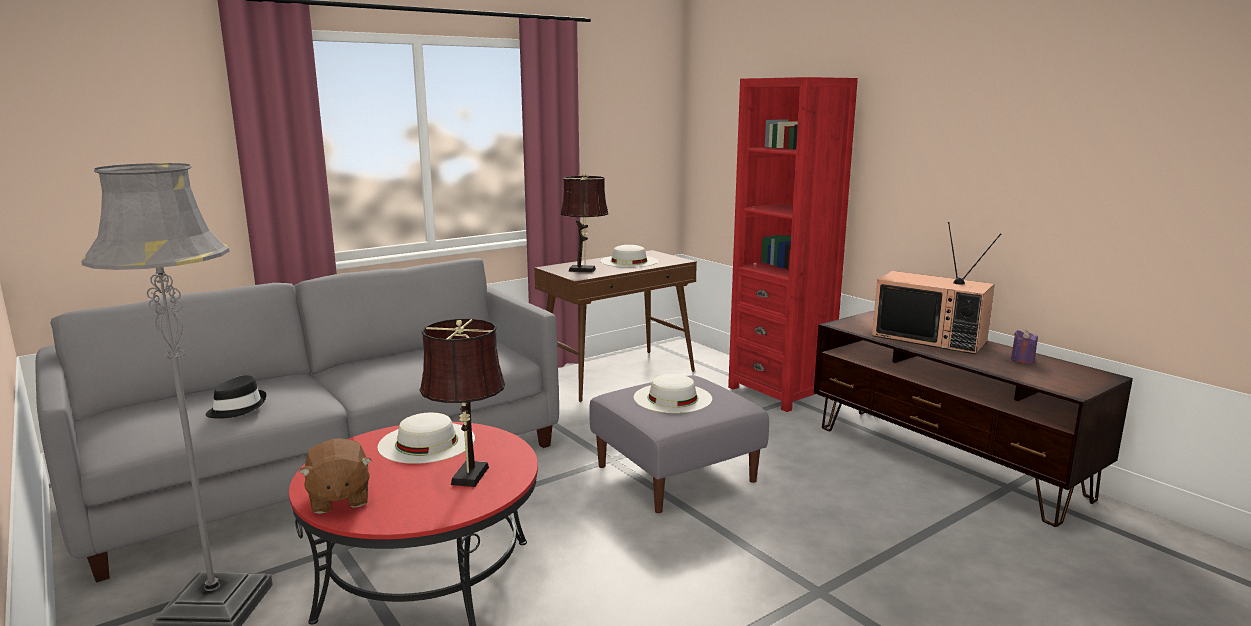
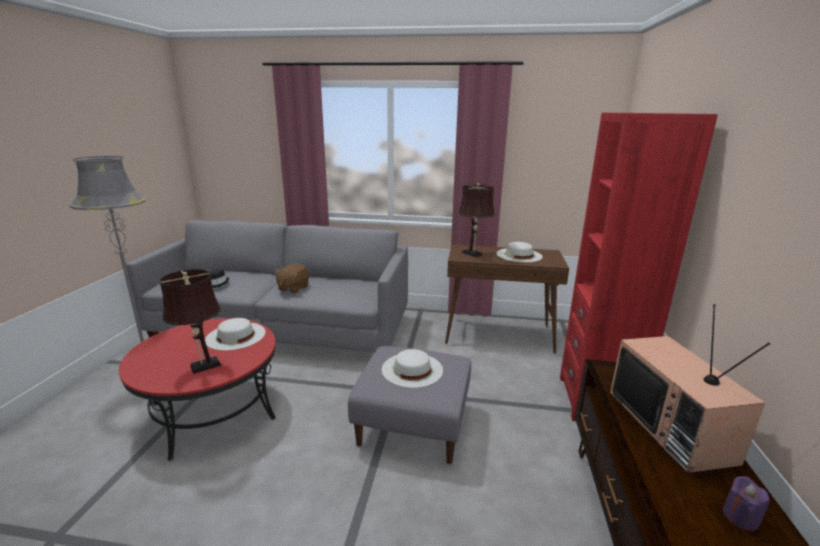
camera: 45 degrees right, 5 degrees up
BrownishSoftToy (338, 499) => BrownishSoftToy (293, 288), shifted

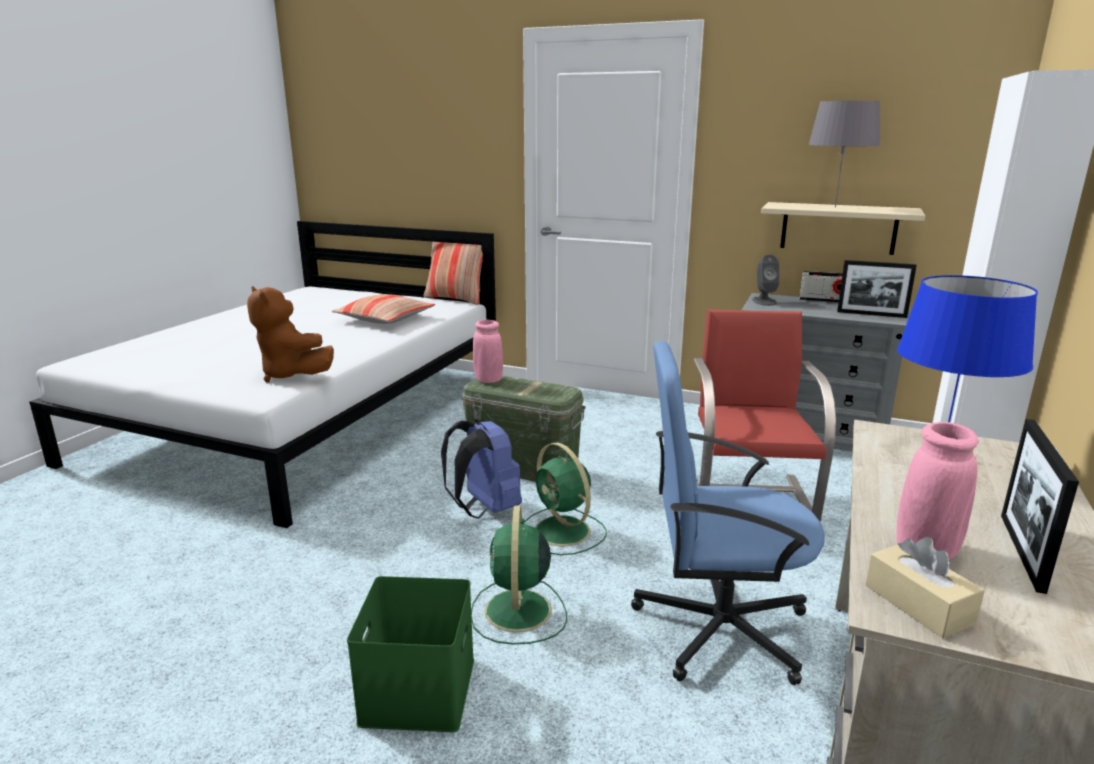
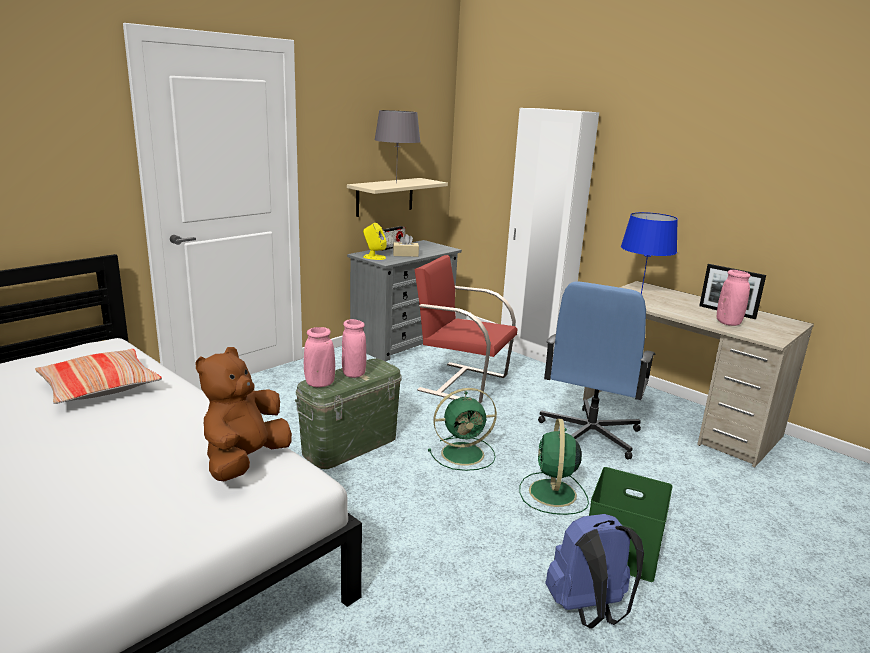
camera: 70 degrees left, 0 degrees up
BrownishSoftToy (292, 375) => BrownishSoftToy (245, 461), 135 degrees clockwise
nothing => PinkDecorativeVase (353, 374)
GreyishAudioSpeaker (764, 301) => YellowishAudioSpeaker (374, 257)
SandColouredBoxOfTissues (918, 604) => SandColouredBoxOfTissues (405, 254), shifted
GreenishCoolingFan (518, 612) => GreenishCoolingFan (552, 494), 75 degrees clockwise
BluishKnapsack (485, 509) => BluishKnapsack (589, 611), shifted
ThrowPillow (456, 299) => nothing
PhotoFrame (871, 314) => nothing

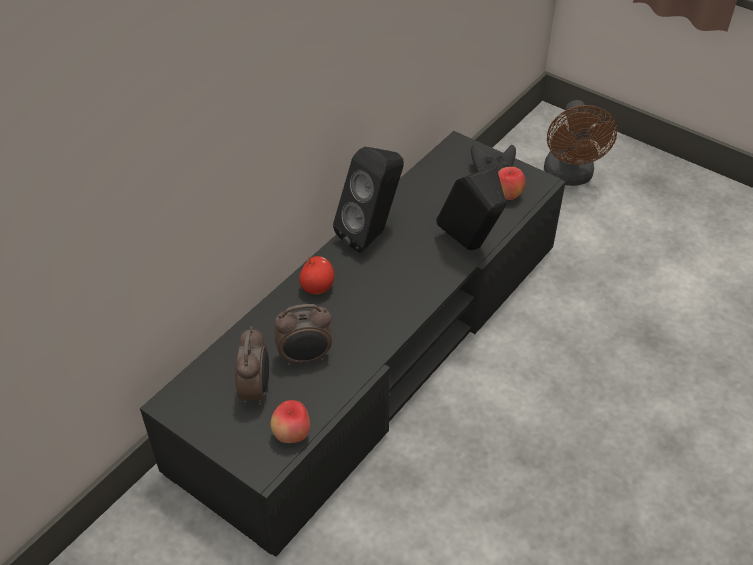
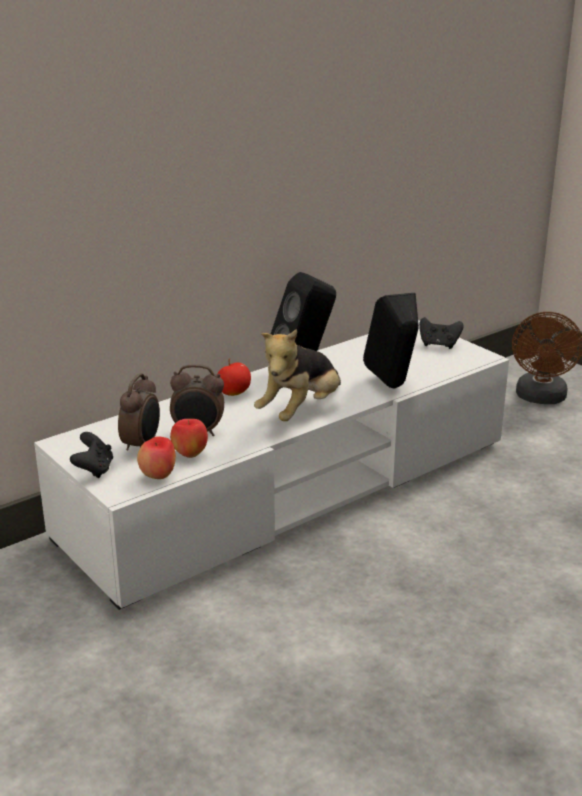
camera: 15 degrees right, 20 degrees down
BlackColouredMediaConsole (376, 351) => WhiteMediaConsole (291, 488)
nothing => BlackColouredGameController (94, 470)
WholeApple (507, 196) => WholeApple (190, 454), shifted
nothing => SoftToy (301, 411)

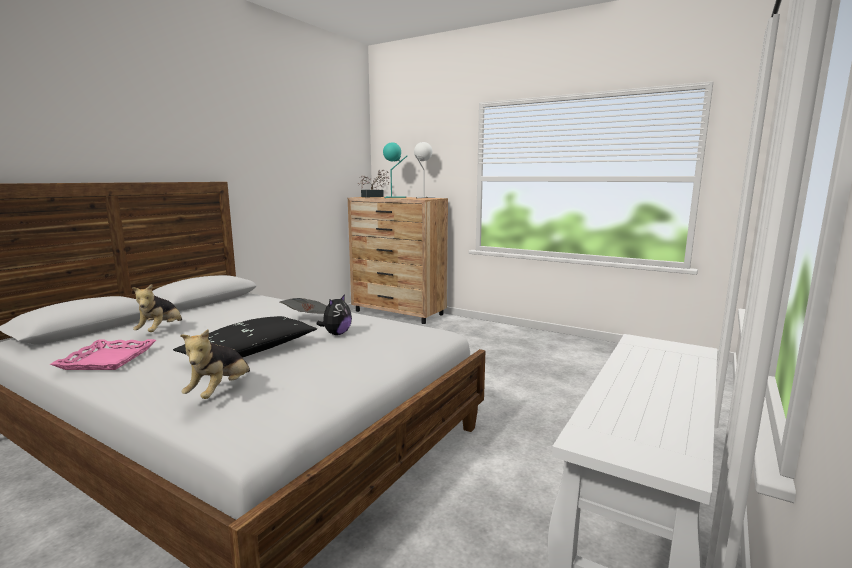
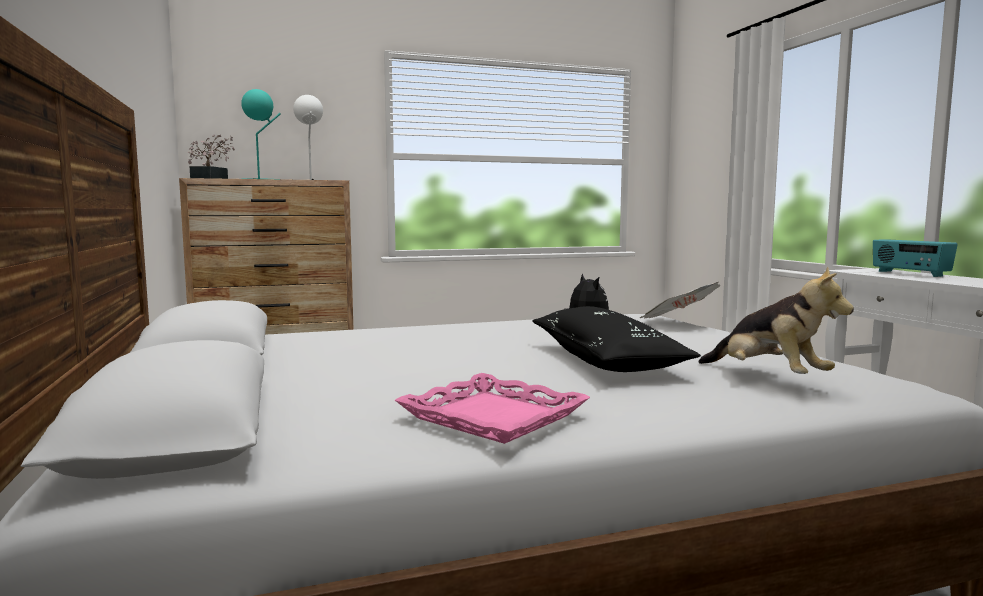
camera: 50 degrees left, 5 degrees down
Newspaper (309, 320) => Newspaper (678, 323), shifted
nothing => RadioSet (909, 274)
SoftToy (161, 331) => nothing

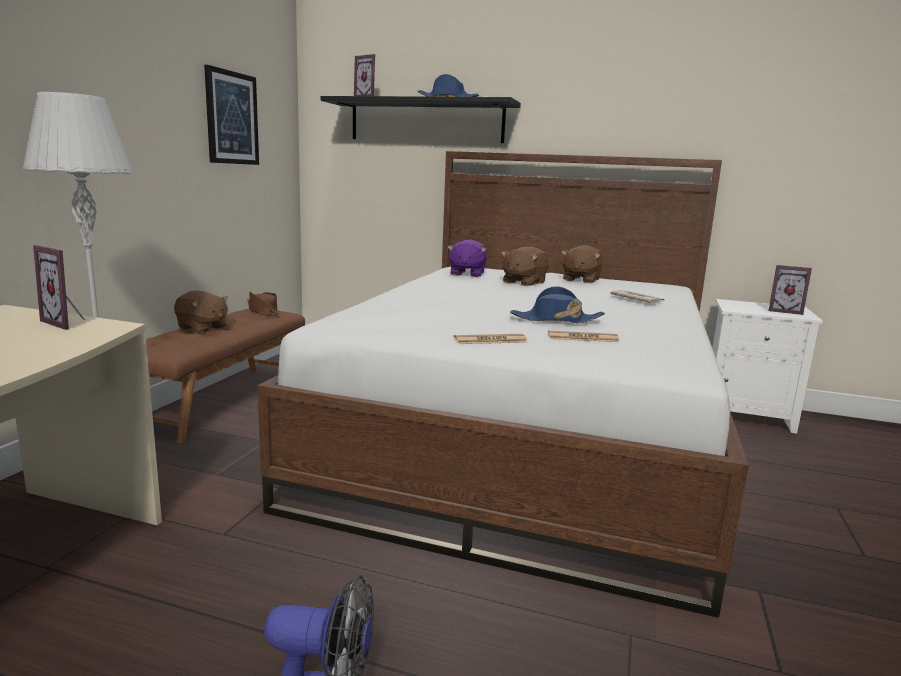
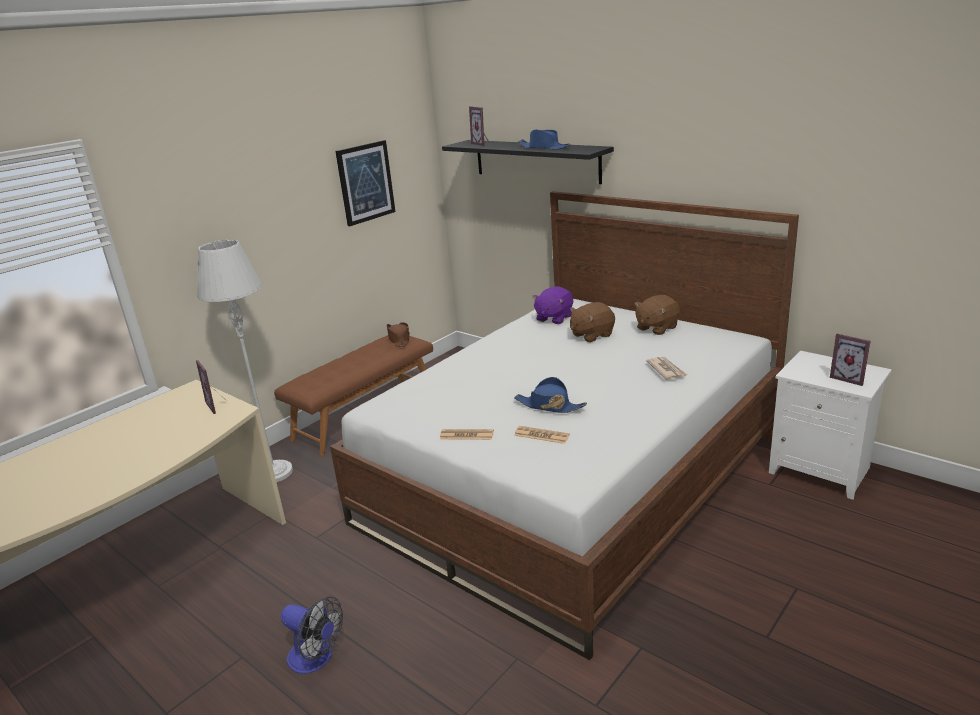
camera: 25 degrees right, 10 degrees up
BrownishSoftToy (202, 328) => nothing

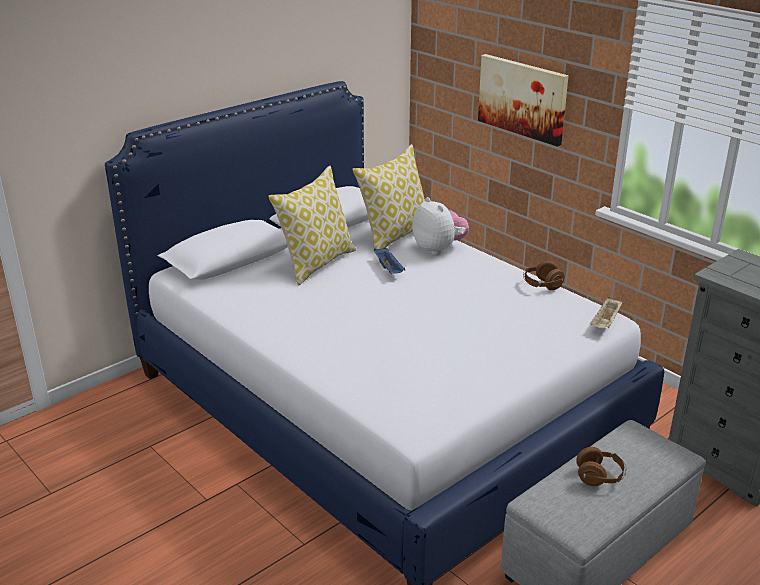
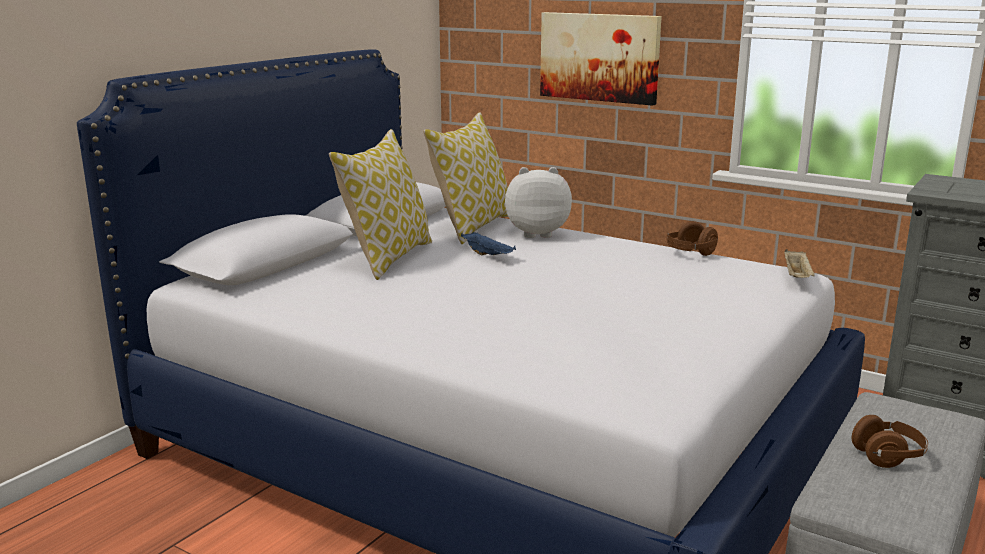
camera: 15 degrees left, 10 degrees down
SoftToy (439, 249) => SoftToy (537, 233), 45 degrees counterclockwise

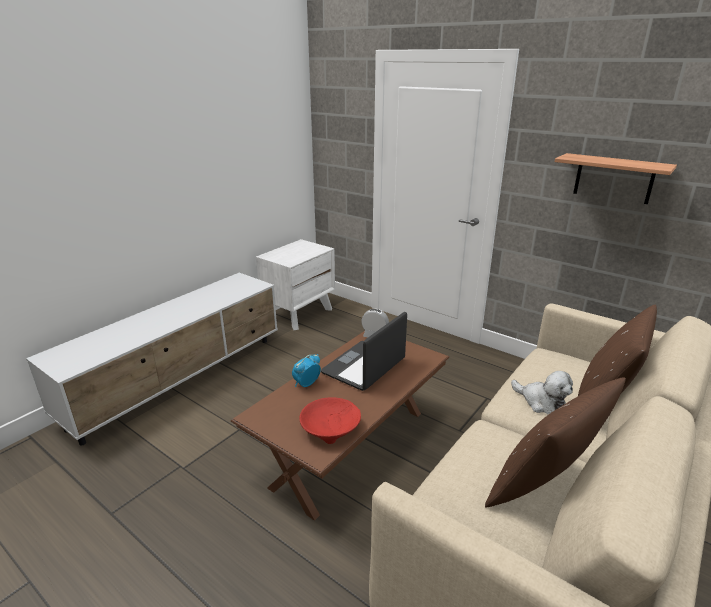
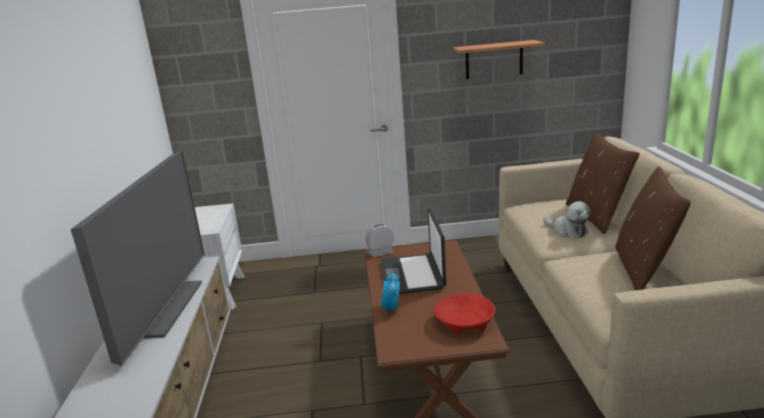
camera: 40 degrees left, 5 degrees down
nothing => Tv (161, 308)
SoftToy (541, 402) => SoftToy (567, 231), 45 degrees clockwise

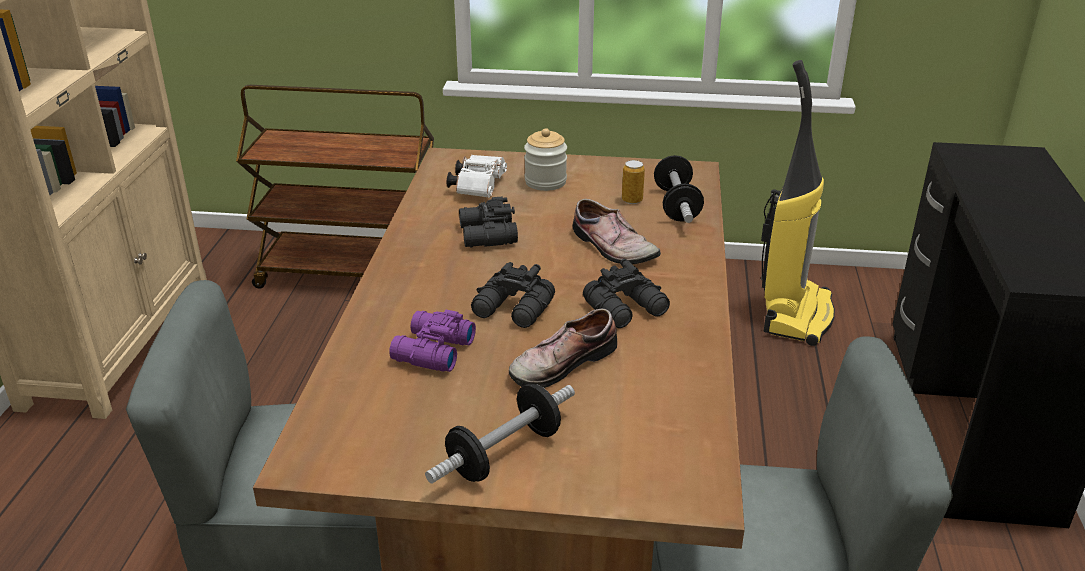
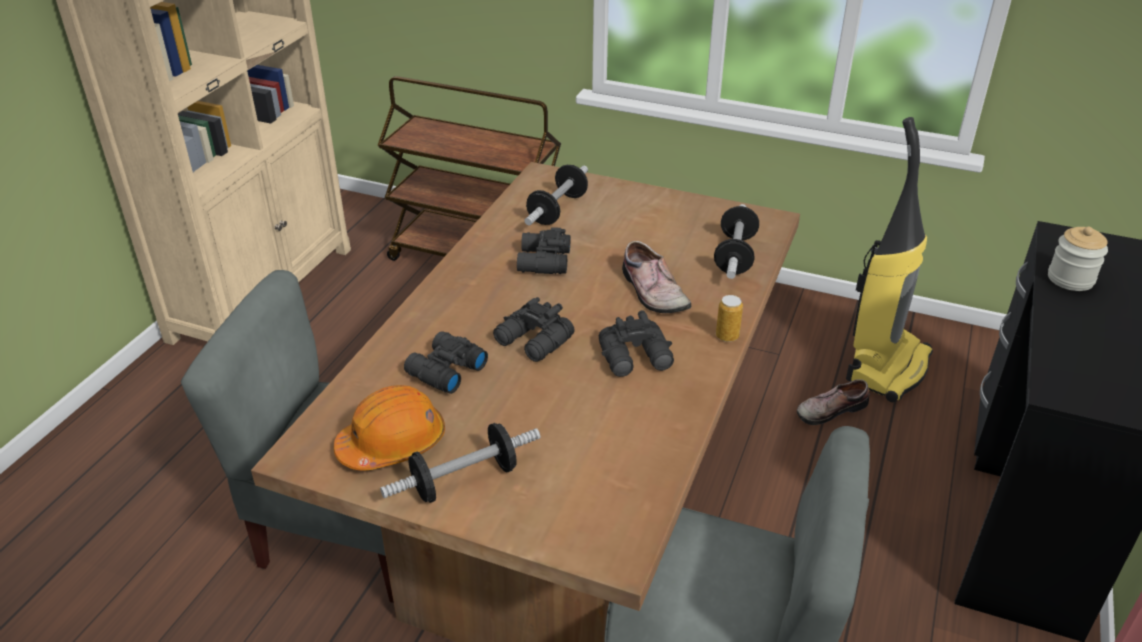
camera: 15 degrees right, 5 degrees up
nothing => OrangeSafetyHelmet (393, 443)
PurplishFieldGlasses (431, 351) => BlackColouredFieldGlasses (444, 371)
WhiteFieldGlasses (479, 187) => FreeWeight (557, 210)
Can (632, 200) => Can (727, 336), shifted
Shoe (560, 362) => Shoe (829, 409), shifted
PreserveJar (545, 182) => PreserveJar (1070, 279), shifted

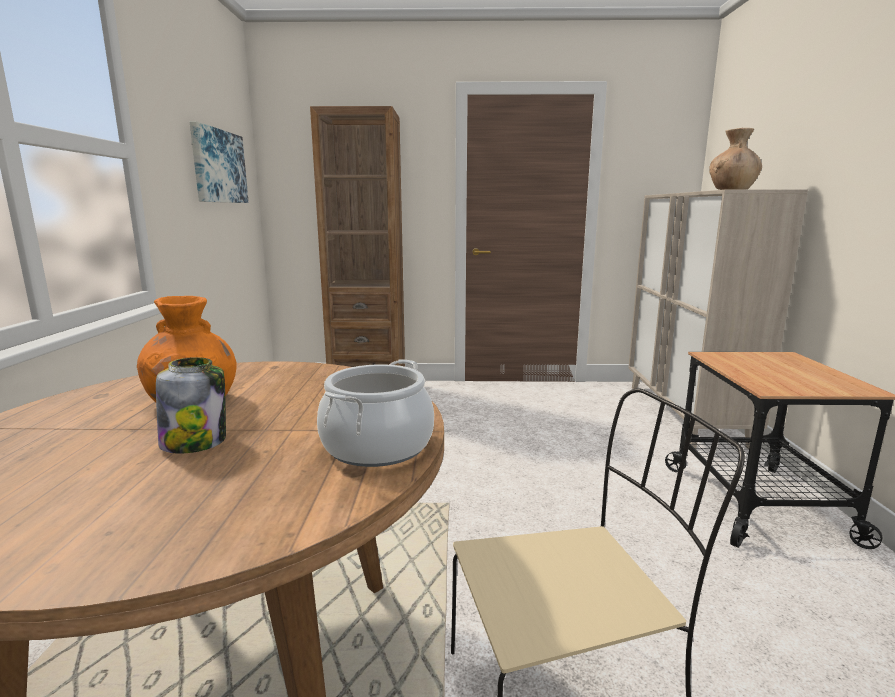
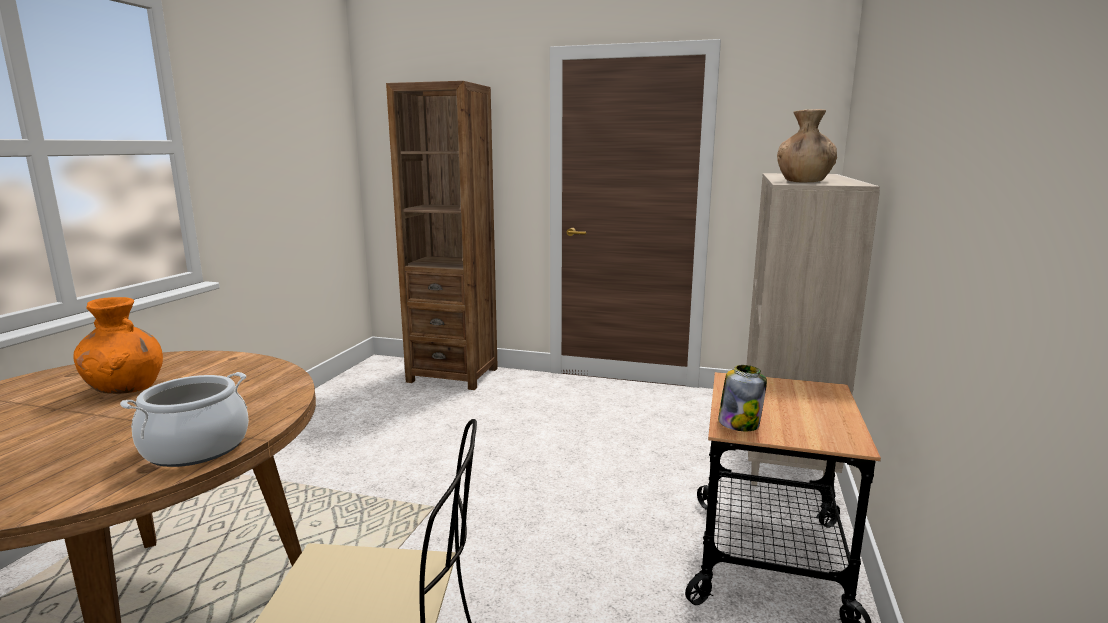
camera: 15 degrees right, 0 degrees up
PreserveJar (195, 442) => PreserveJar (739, 423), shifted
WallArt (218, 166) => nothing

